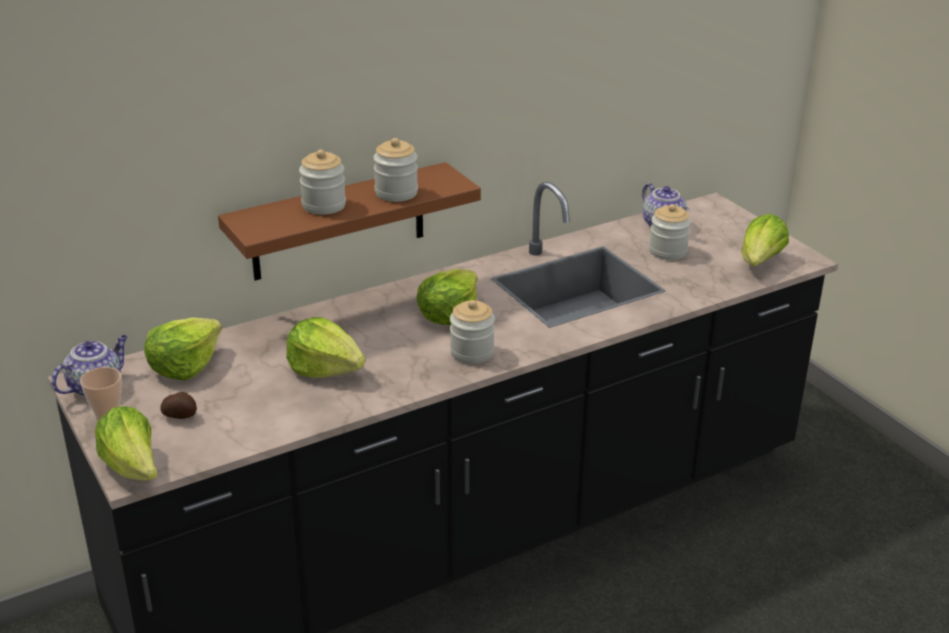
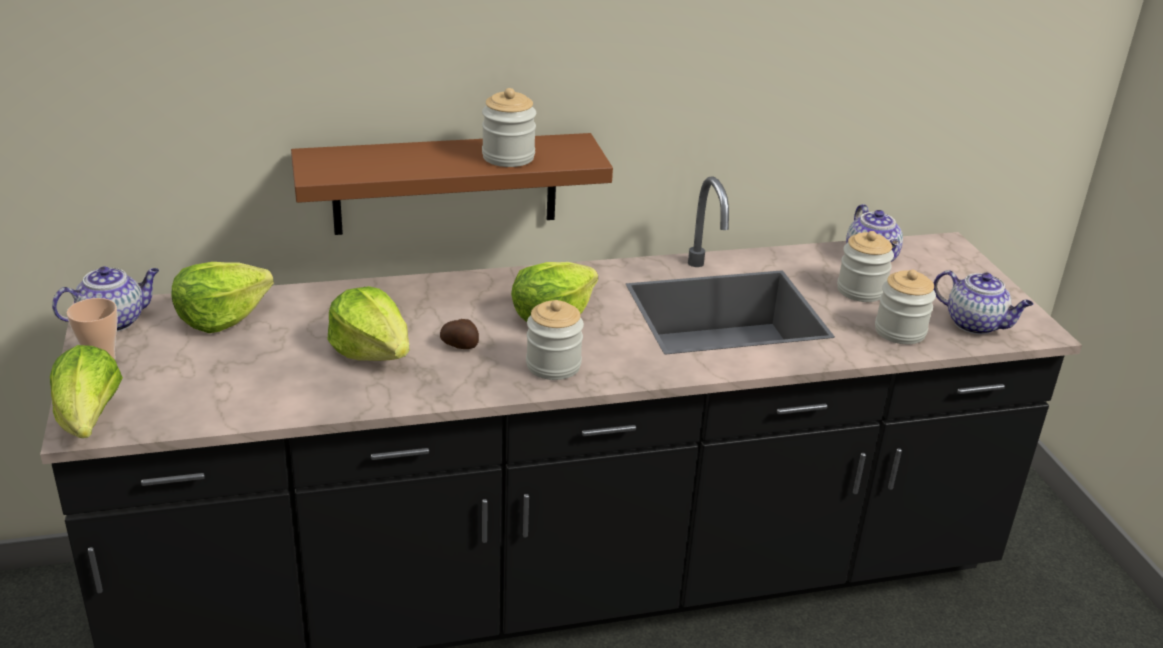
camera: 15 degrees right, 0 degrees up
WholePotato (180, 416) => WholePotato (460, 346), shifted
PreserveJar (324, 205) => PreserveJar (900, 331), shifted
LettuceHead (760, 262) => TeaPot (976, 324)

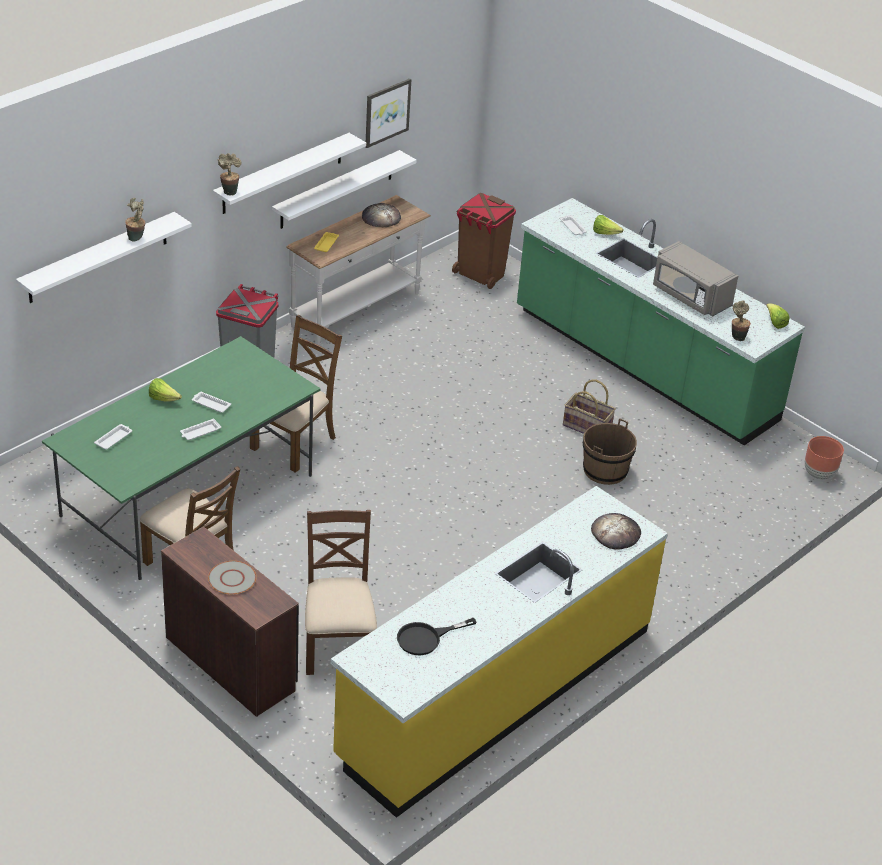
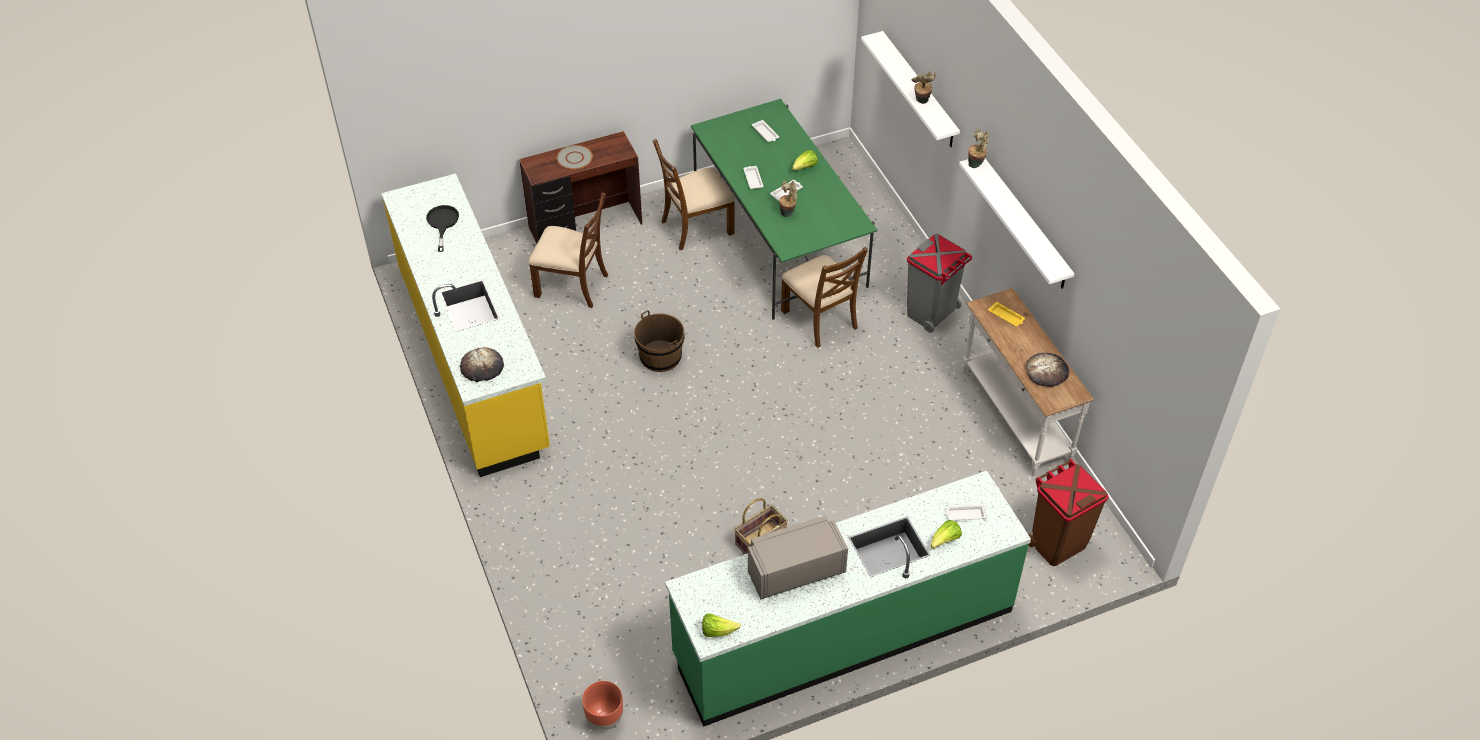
camera: 115 degrees right, 10 degrees up
BrownishBucket (605, 470) => BrownishBucket (660, 357), shifted
Houseplant (737, 336) => Houseplant (788, 213), shifted
WhiteShelf (337, 190) => nothing
WallArt (387, 112) => nothing

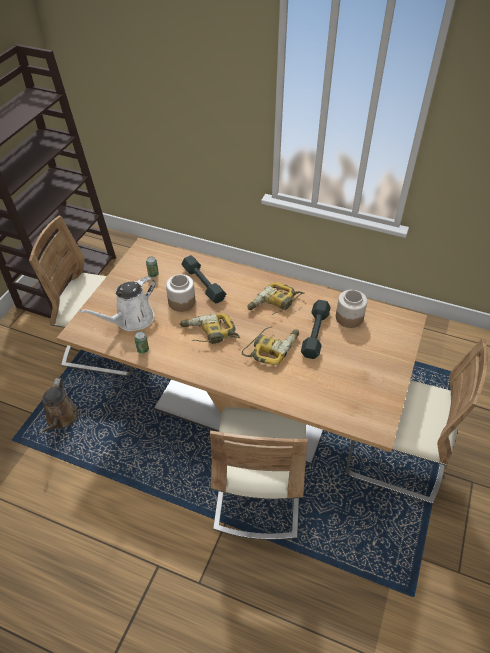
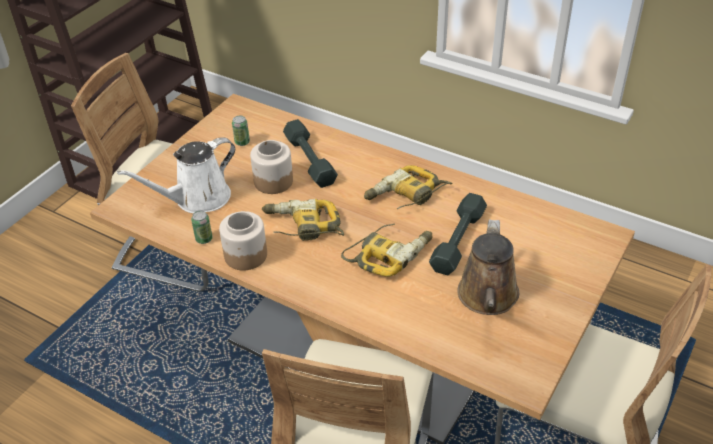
camera: 10 degrees right, 5 degrees down
PreserveJar (349, 317) => PreserveJar (245, 255), shifted
BrownishWateringPot (61, 419) => BrownishWateringPot (488, 297), shifted

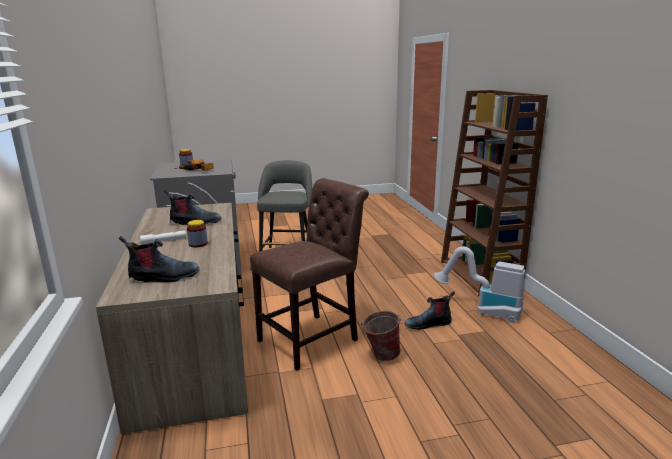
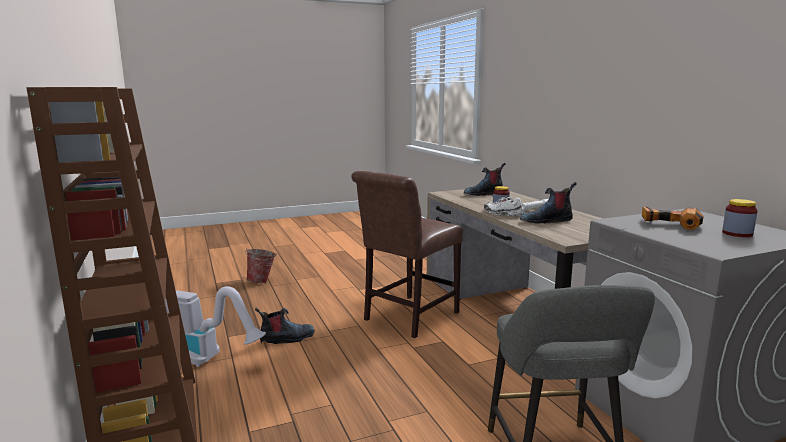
camera: 170 degrees right, 5 degrees down
Bucket (380, 355) => Bucket (262, 281), shifted
nothing => WhiteShoe (503, 214)

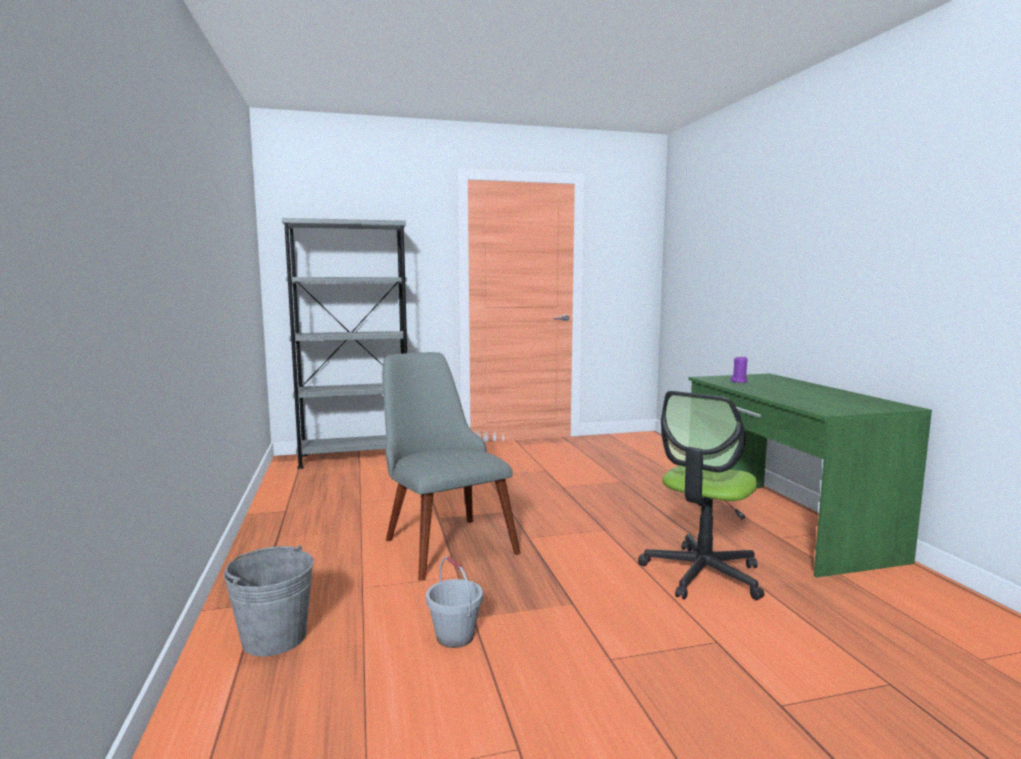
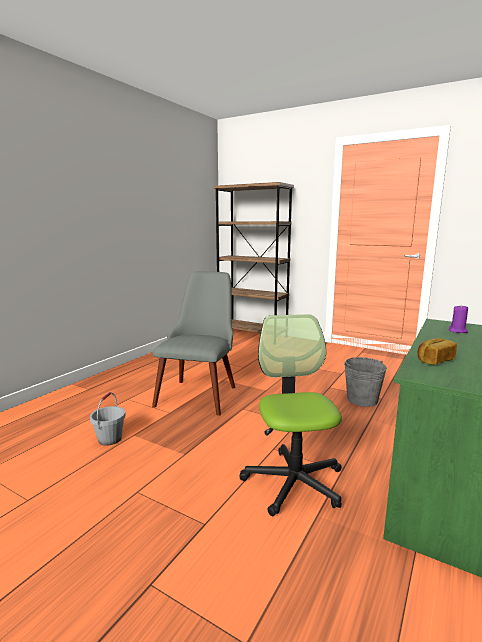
camera: 45 degrees right, 5 degrees up
GreyishBookcase (355, 457) => BrownishBookcase (252, 335)
ComputerChair (702, 574) => ComputerChair (294, 482), 90 degrees clockwise
GreyishBucket (274, 638) => GreyishBucket (362, 400), shifted
nothing => BakedBread (434, 360)

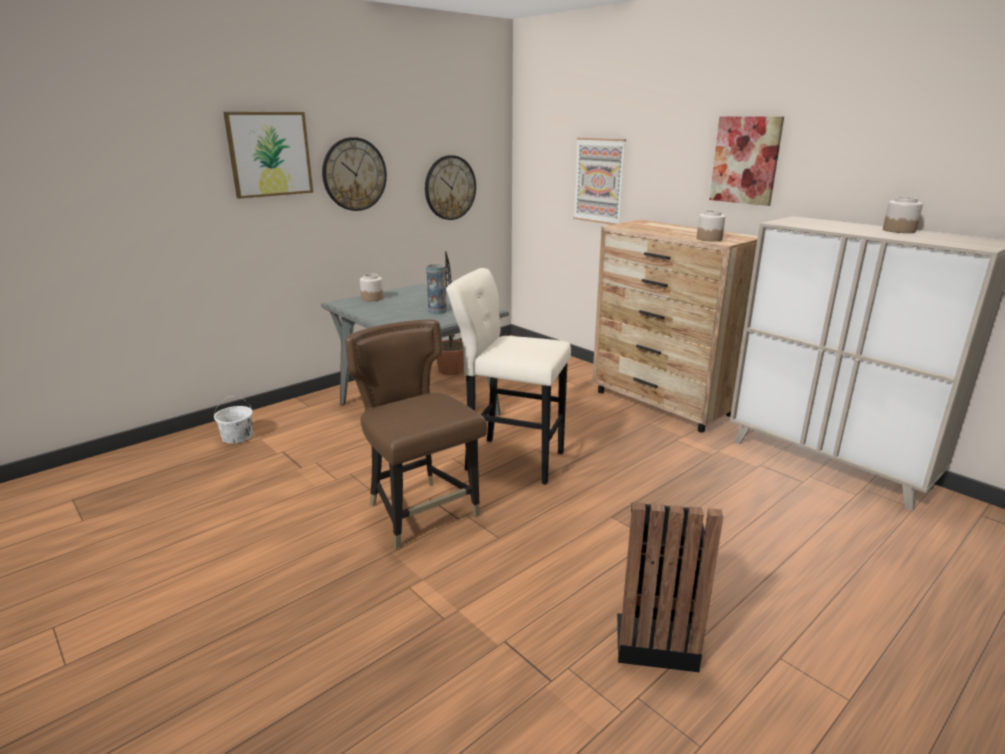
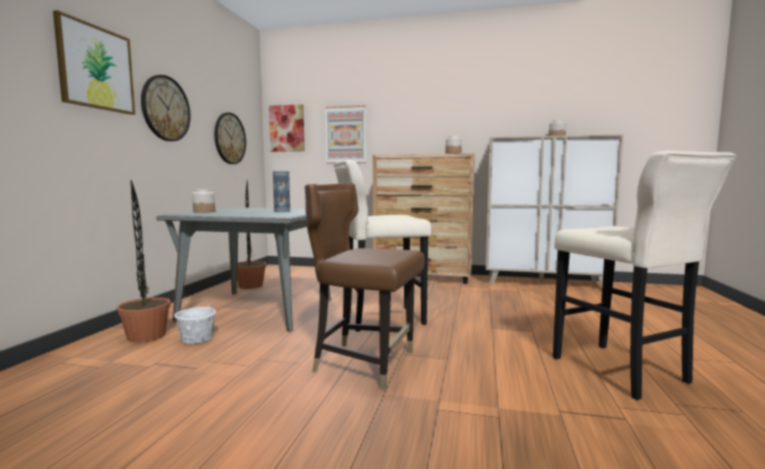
camera: 35 degrees left, 15 degrees down
nothing => Houseplant (146, 336)
WhiteBucket (237, 437) => WhiteBucket (197, 338), shifted
WallArt (745, 160) => WallArt (287, 128), shifted
BlackColouredTrashCan (654, 637) => SandColouredStoolSeat (623, 372)

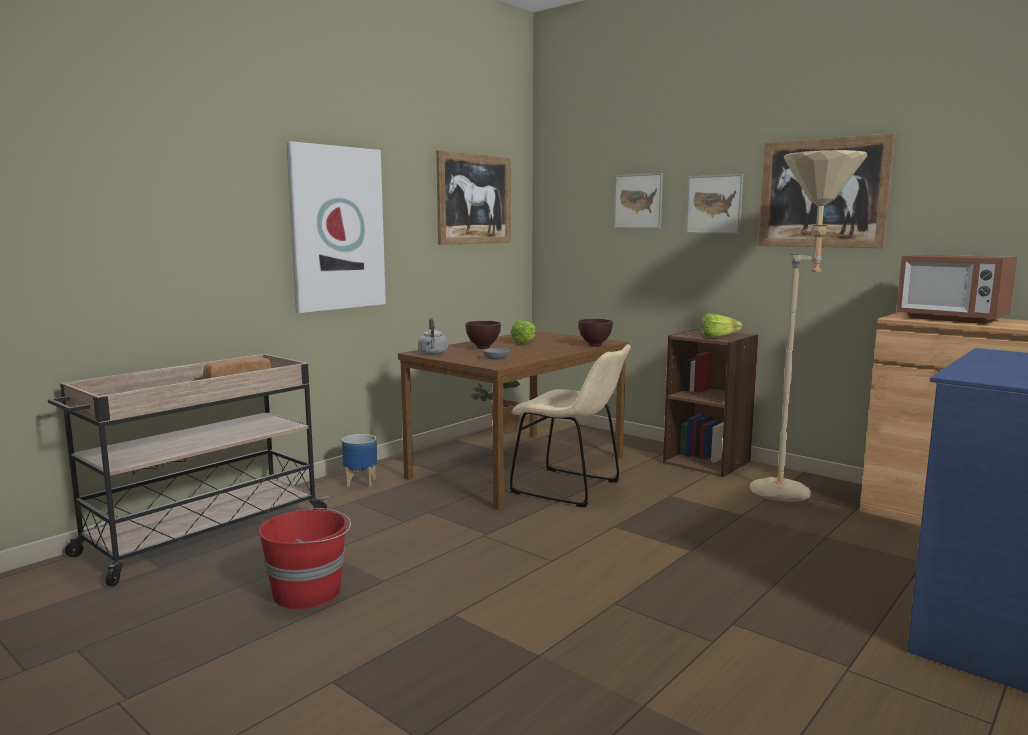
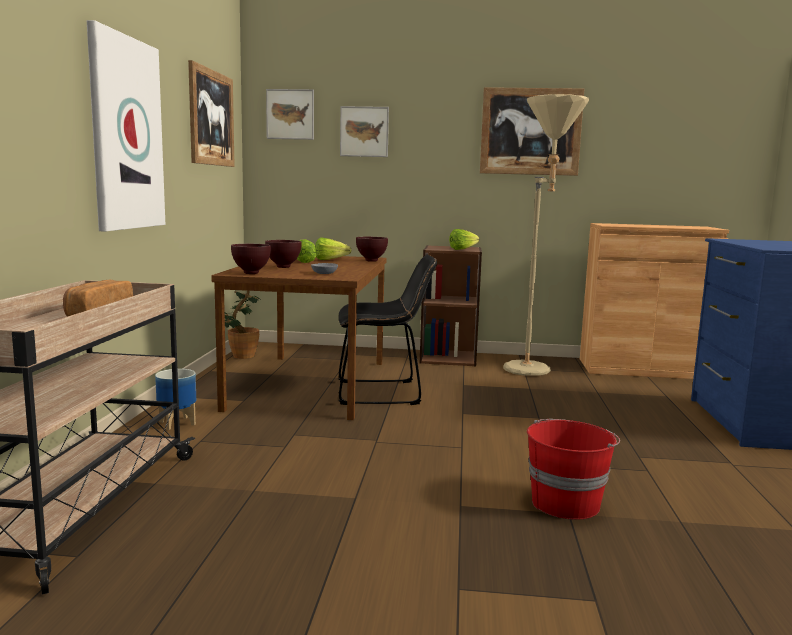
camera: 35 degrees left, 0 degrees up
GreyishKettle (433, 354) => BrownishDeepDish (252, 273)
WallArt (714, 204) => WallArt (290, 114), shifted
nothing => LettuceHead (333, 260)
SandColouredUprightChair (571, 489) => BlackColouredUprightChair (383, 393)
ReddishBucket (308, 592) => ReddishBucket (566, 502), shifted
MicrowaveOven (951, 319) => nothing

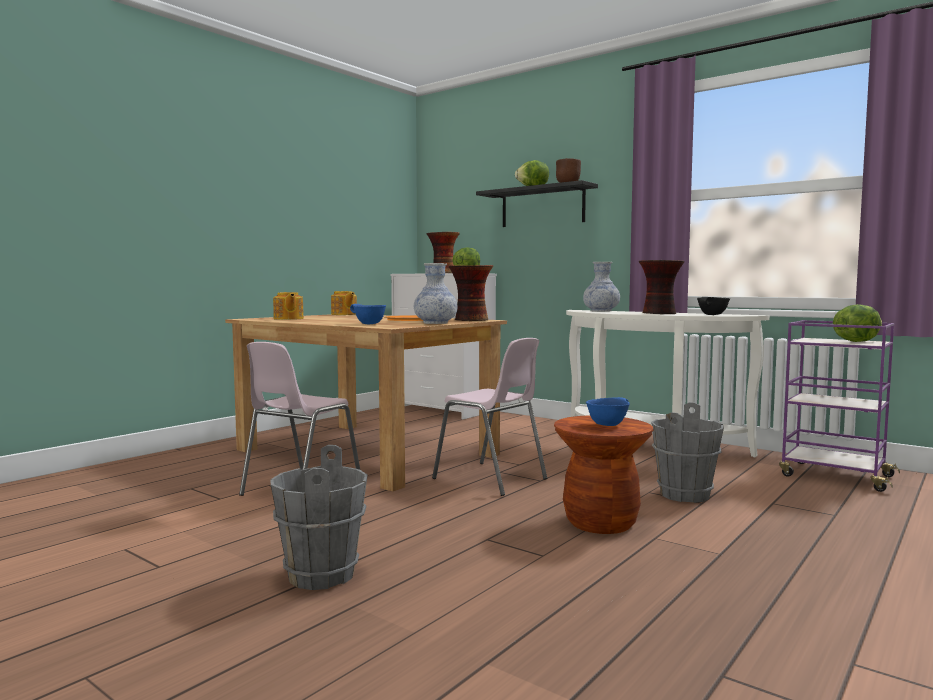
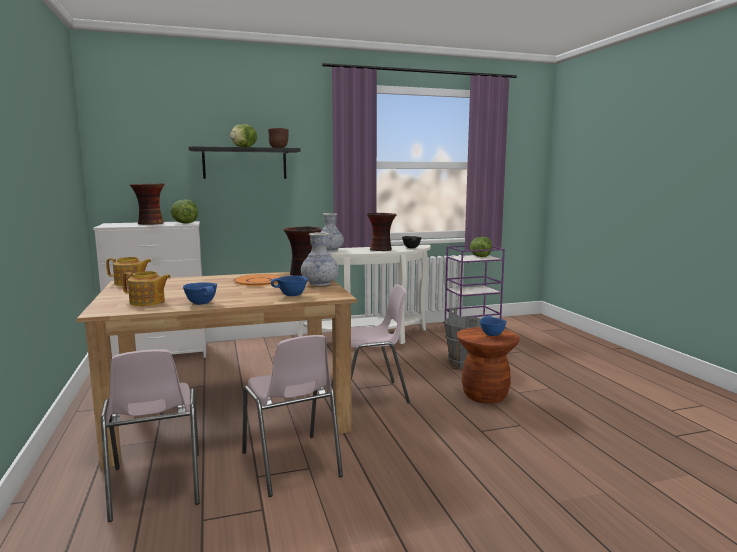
camera: 55 degrees left, 5 degrees up
nothing => PinkUprightChair (155, 486)
nothing => BluishDeepDish (202, 303)
GreyishBucket (320, 575) => nothing

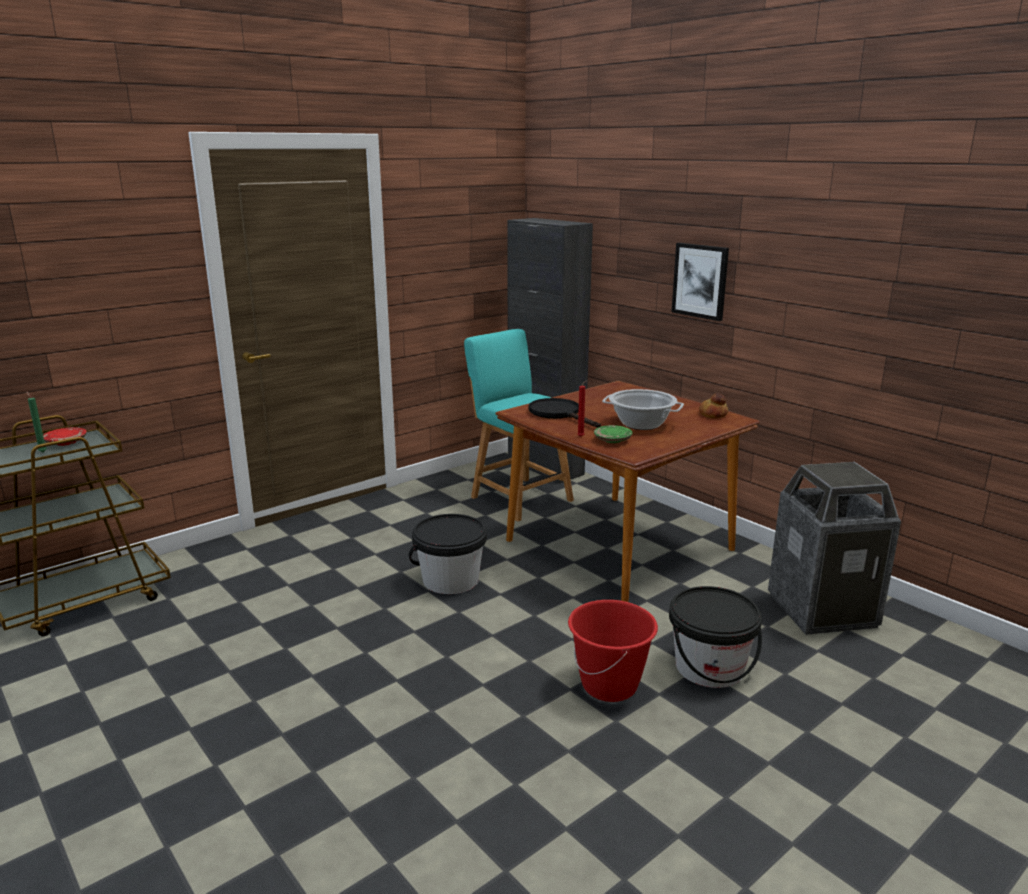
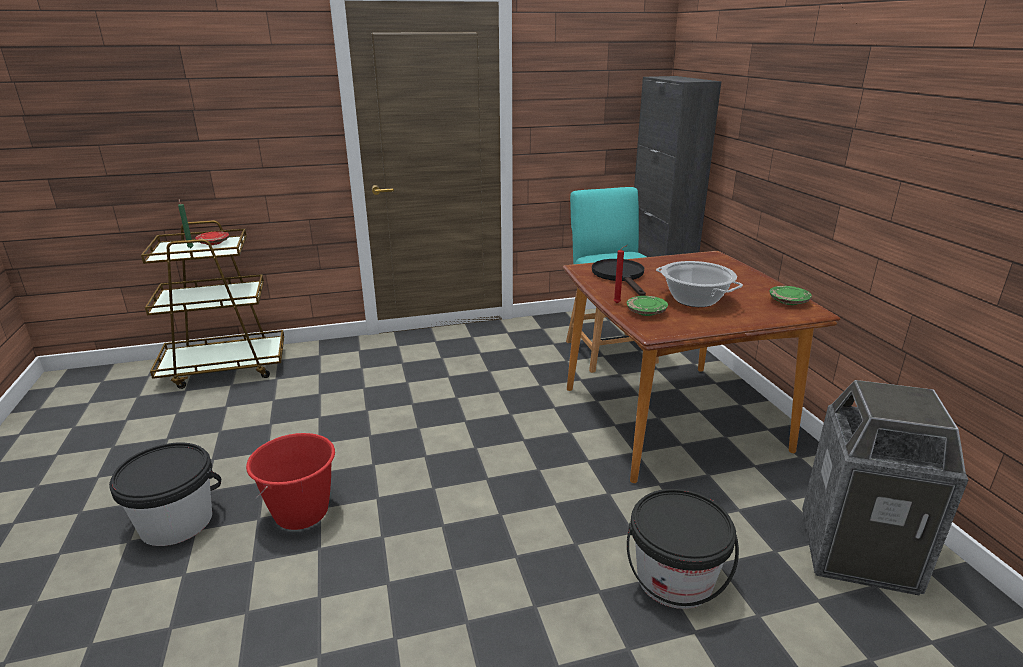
camera: 25 degrees right, 5 degrees up
BlackColouredBucket (450, 580) => BlackColouredBucket (176, 522), shifted
ReddishBucket (610, 685) => ReddishBucket (302, 513), shifted
BakedBread (713, 414) => GreenishDinnerPlate (788, 301)
WallArt (700, 281) => nothing

